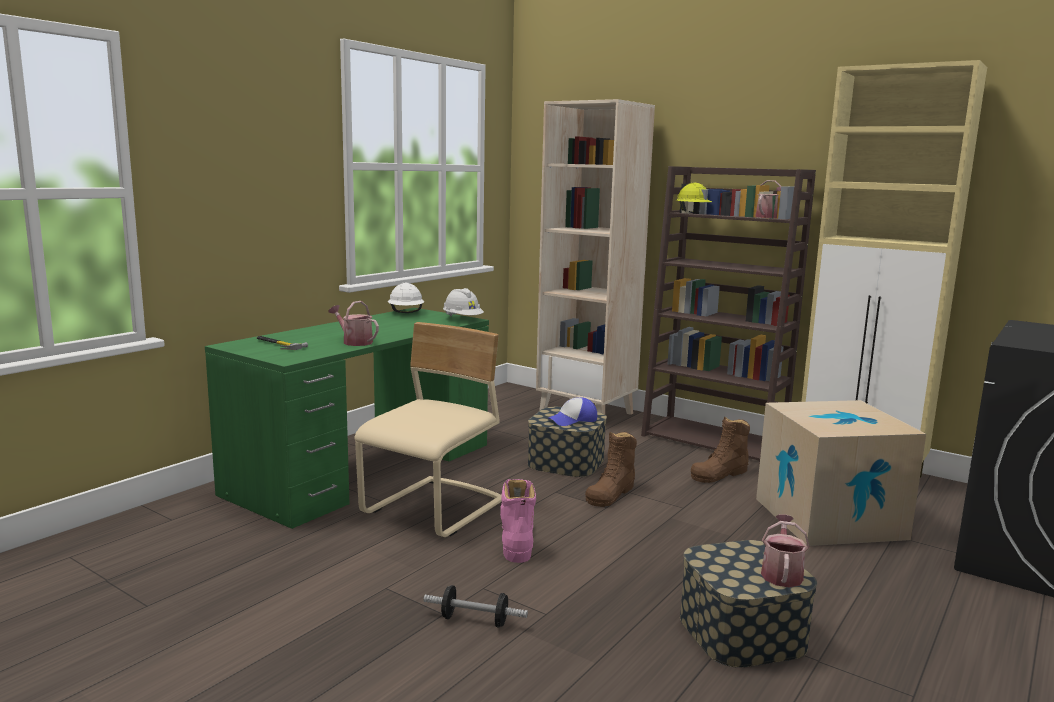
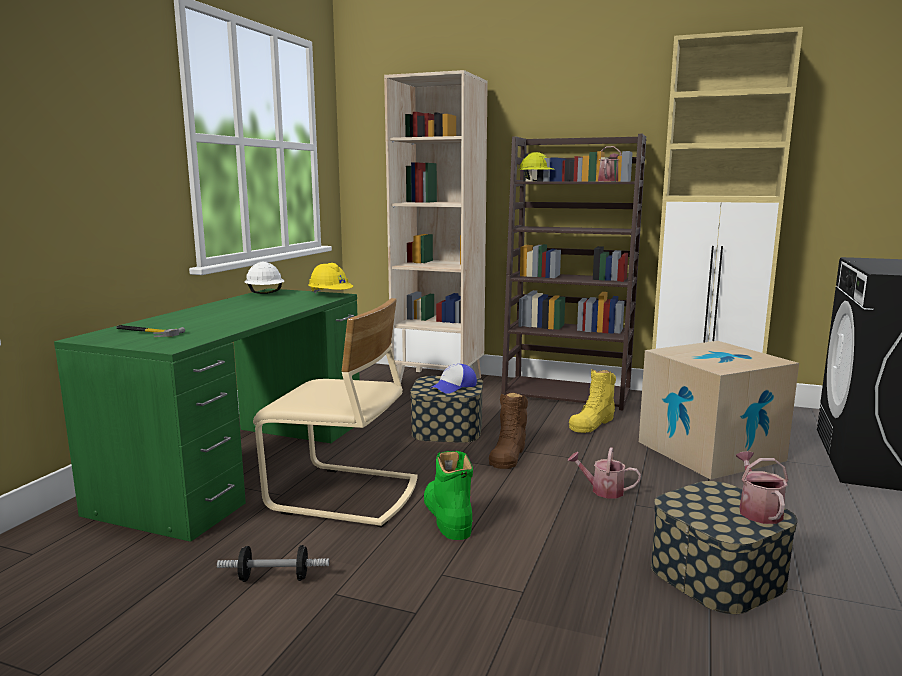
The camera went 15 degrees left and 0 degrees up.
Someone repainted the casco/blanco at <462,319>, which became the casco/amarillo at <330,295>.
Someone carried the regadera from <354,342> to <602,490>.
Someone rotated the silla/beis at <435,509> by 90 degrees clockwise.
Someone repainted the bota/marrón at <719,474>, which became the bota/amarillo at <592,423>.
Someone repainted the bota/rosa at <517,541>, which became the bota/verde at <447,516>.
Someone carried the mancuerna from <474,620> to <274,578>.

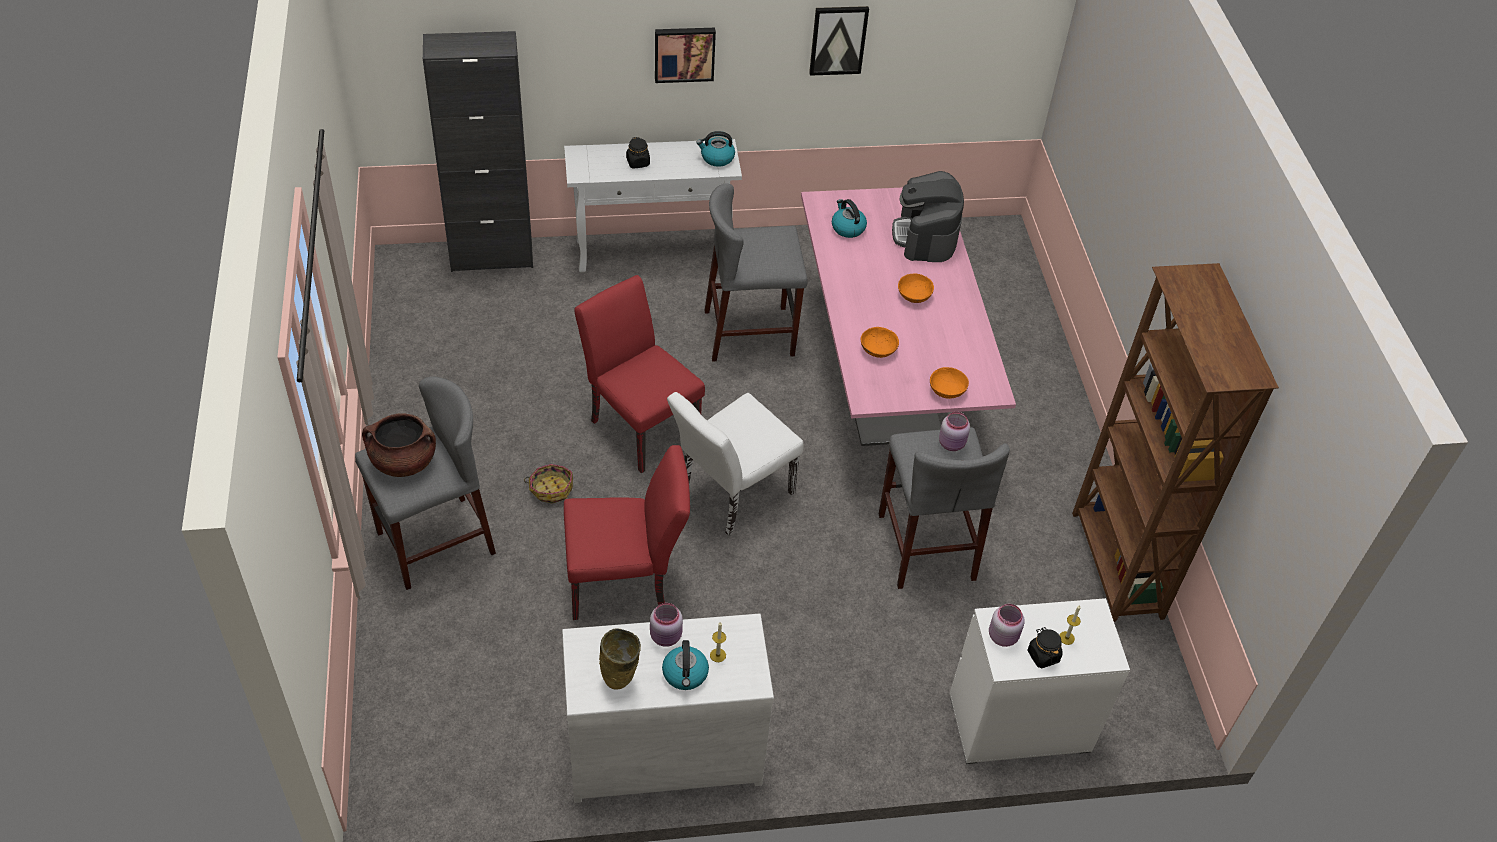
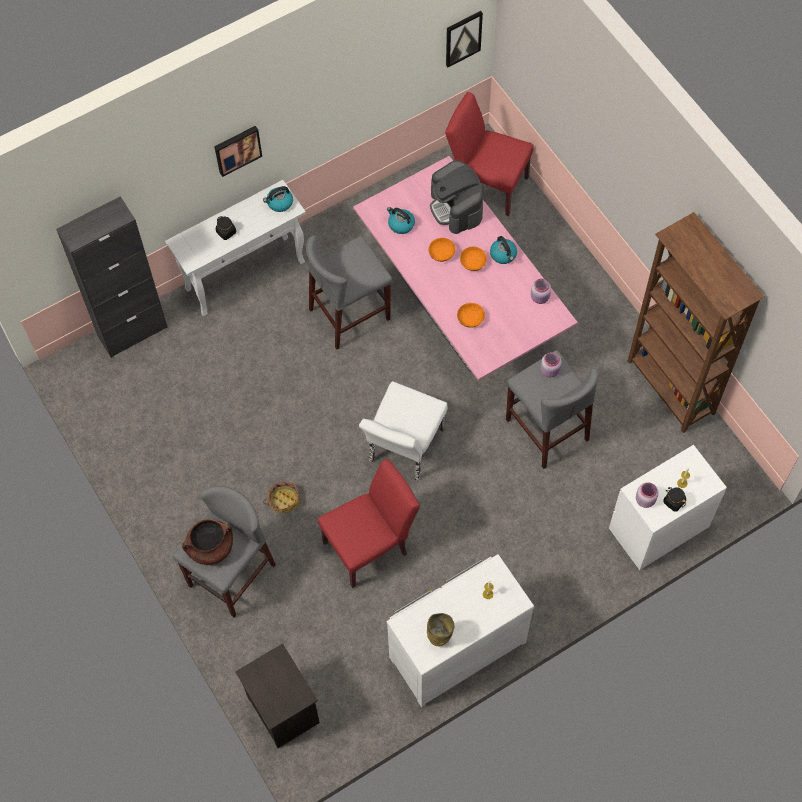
The camera went 20 degrees left and 15 degrees up.
Someone carried the cuadro from <838,40> to <463,38>.
Someone carried the silla/rojo from <639,424> to <486,184>.
Someone carried the cuenco/naranja from <947,390> to <442,254>.
Someone carried the tarro/rosa from <666,637> to <540,297>.
Someone carried the hervidor from <685,674> to <503,255>.
Someone put down the mesita de noche/negro at <281,709>.

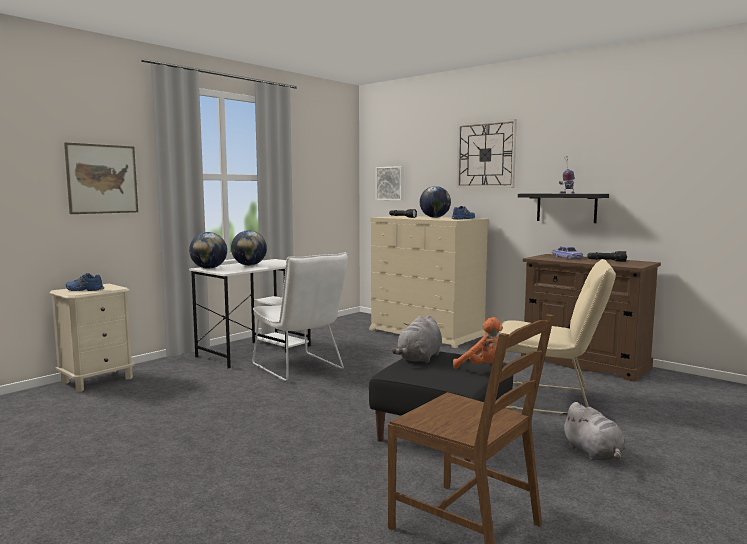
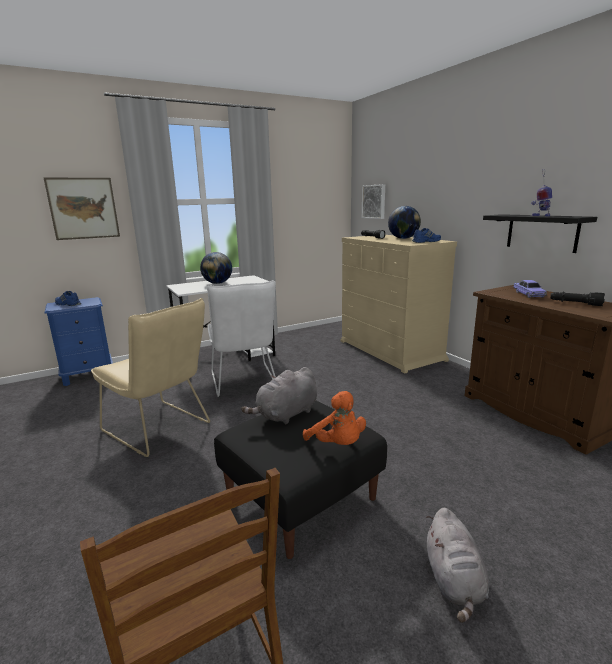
The camera went 20 degrees right and 10 degrees up.
Someone took away the reloj de pared at <486,155>.
Someone took away the globo terráqueo at <209,268>.
Someone carried the silla/beis from <550,399> to <160,429>.
Someone repainted the mesita de noche/beis at <97,380>, which became the mesita de noche/azul at <88,375>.

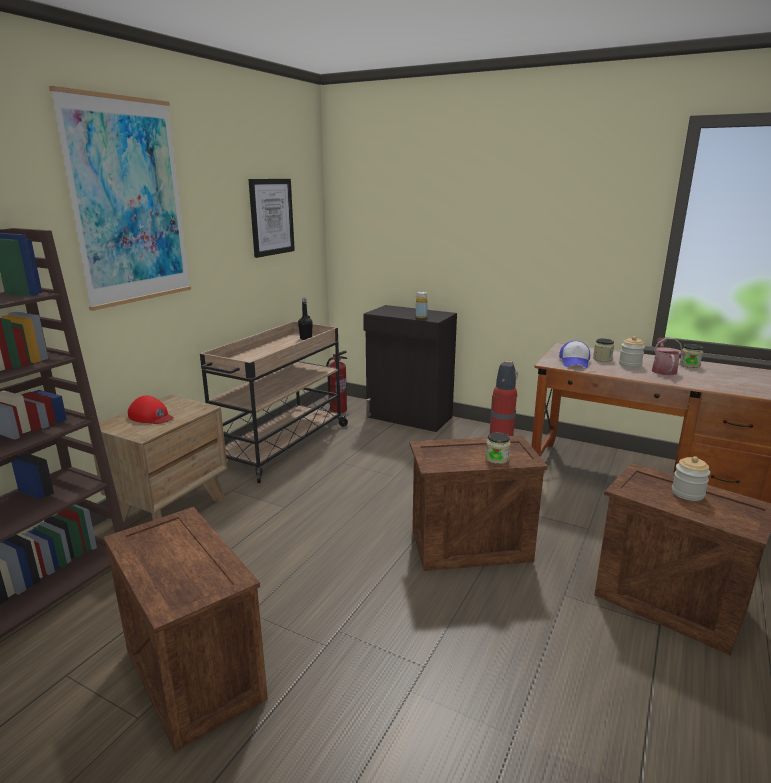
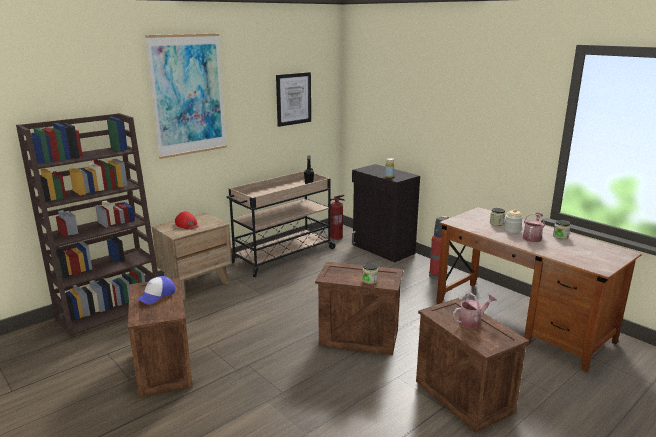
The camera went 20 degrees right and 0 degrees up.
Someone carried the gorra from <575,362> to <157,295>.
Someone swapped the tarro at <687,493> for the regadera at <472,321>.

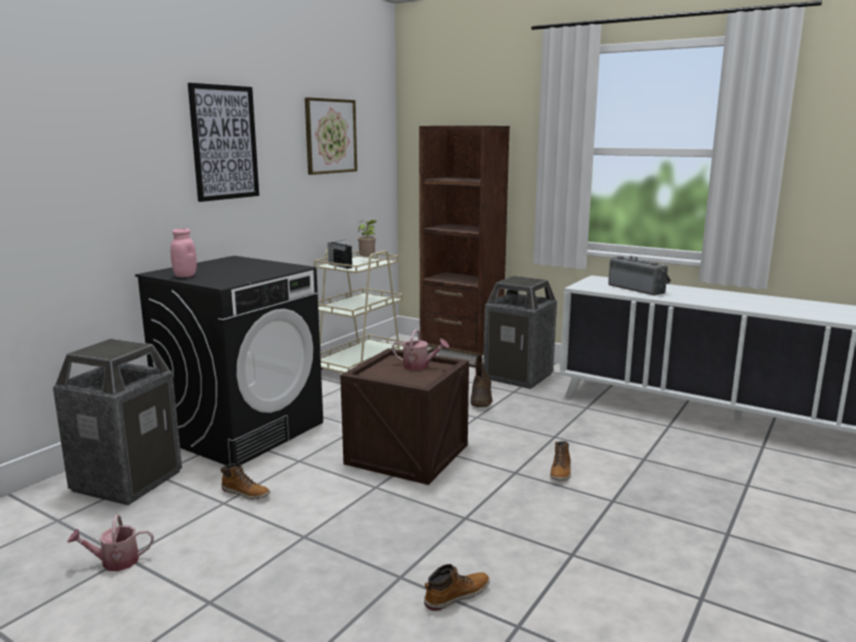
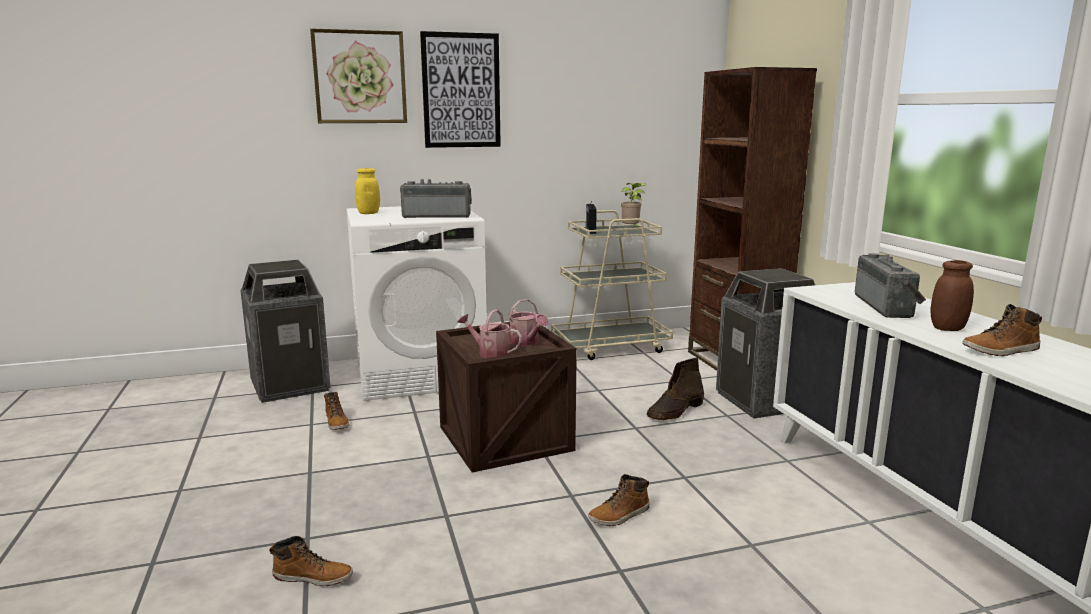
The camera went 40 degrees right and 0 degrees up.
Someone carried the cuadro from <330,136> to <360,77>.
Someone repainted the tarro/rosa at <185,276>, which became the tarro/amarillo at <368,213>.
Someone repainted the lavadora/negro at <242,430>, which became the lavadora/blanco at <420,373>.
Someone carried the regadera from <115,562> to <490,353>.
Someone put down the radio at <437,216>.
Someone put down the tarro/marrón at <947,328>.
Someone put down the bota at <1001,350>.

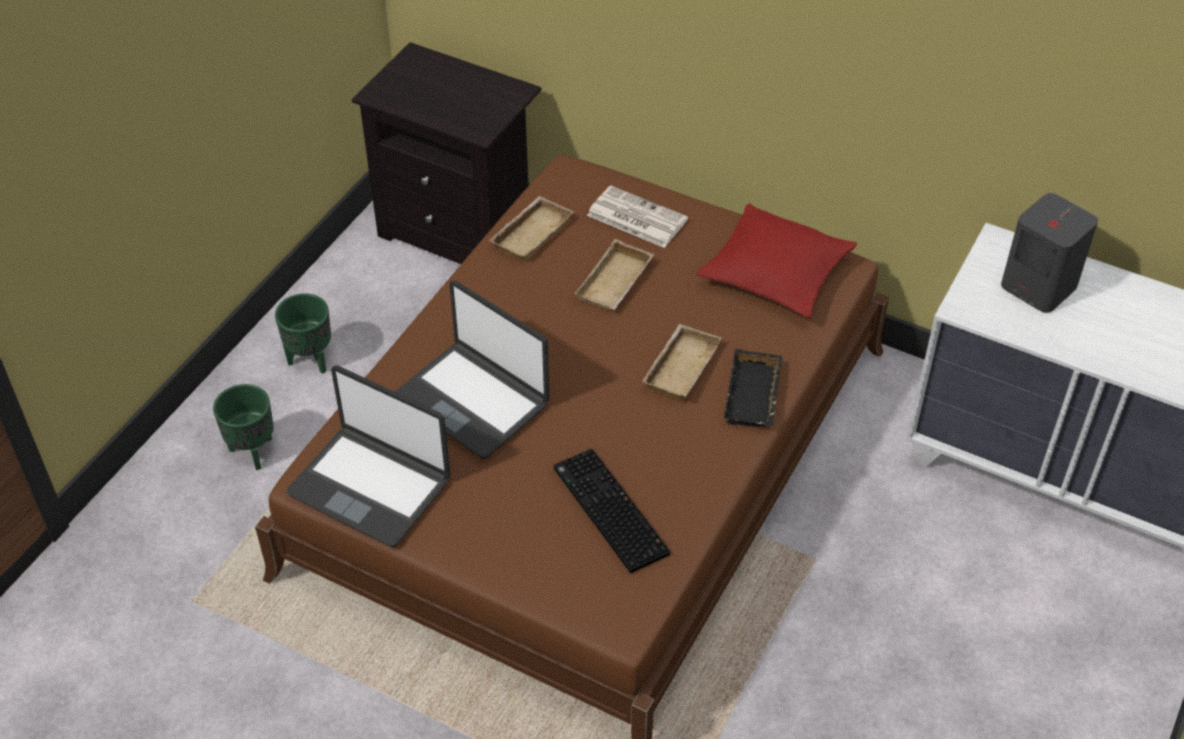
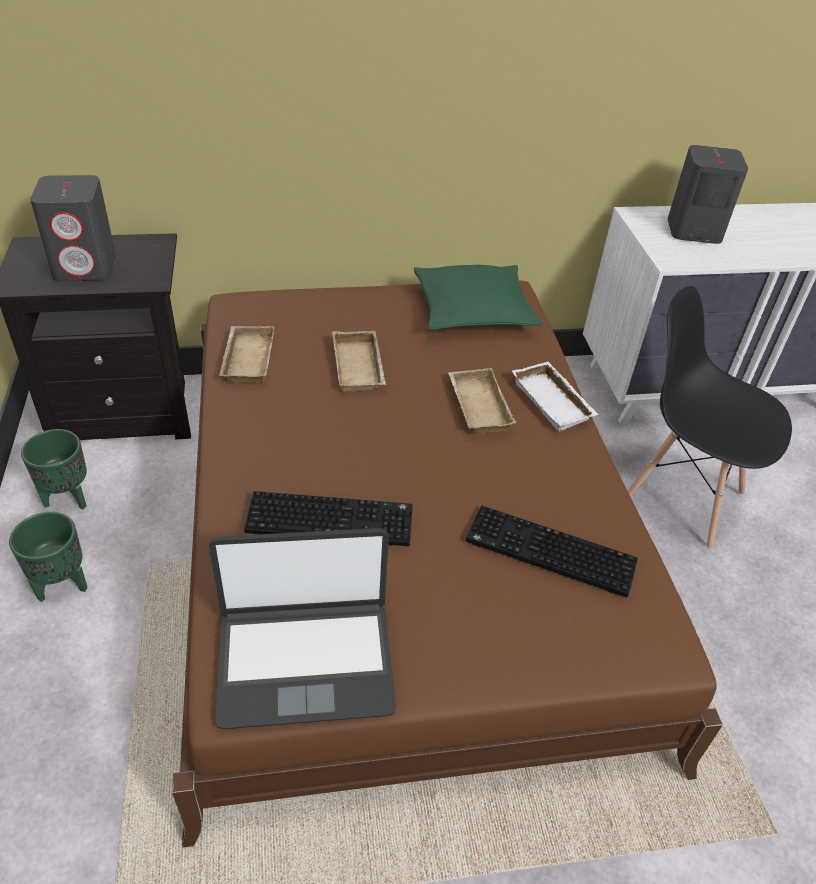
The camera went 40 degrees left and 5 degrees down.
Someone took away the periódico at <635,217>.
Someone repainted the cojín/rojo at <775,272>, which became the cojín/verde at <473,310>.
Someone swapped the portátil at <473,400> for the teclado at <332,518>.
Someone repainted the bandeja/negro at <755,396>, which became the bandeja/blanco at <554,401>.
Someone carried the maceta/verde from <253,452> to <68,499>.
Someone put down the altavoz/gris at <86,267>.
Someone put down the silla/negro at <681,496>.

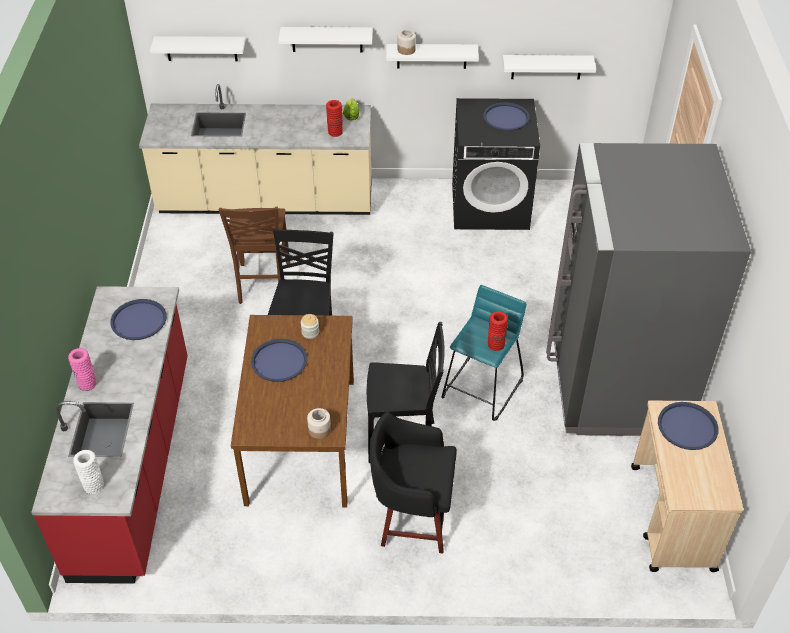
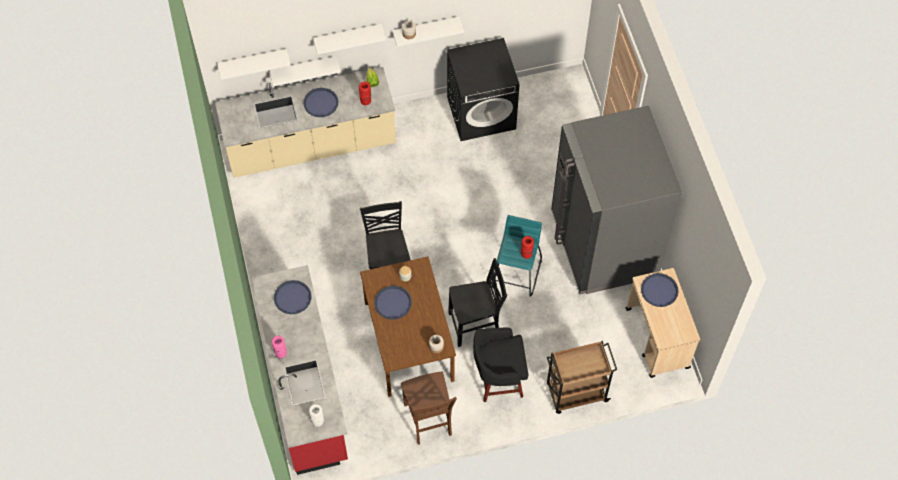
The camera went 15 degrees left and 15 degrees up.
Someone carried the estante/blanco from <546,67> to <304,68>.
Someone carried the bandeja/azul from <506,117> to <320,103>.
Someone carried the silla/marrón from <262,284> to <428,420>.
Someone put down the carrito/marrón at <575,393>.

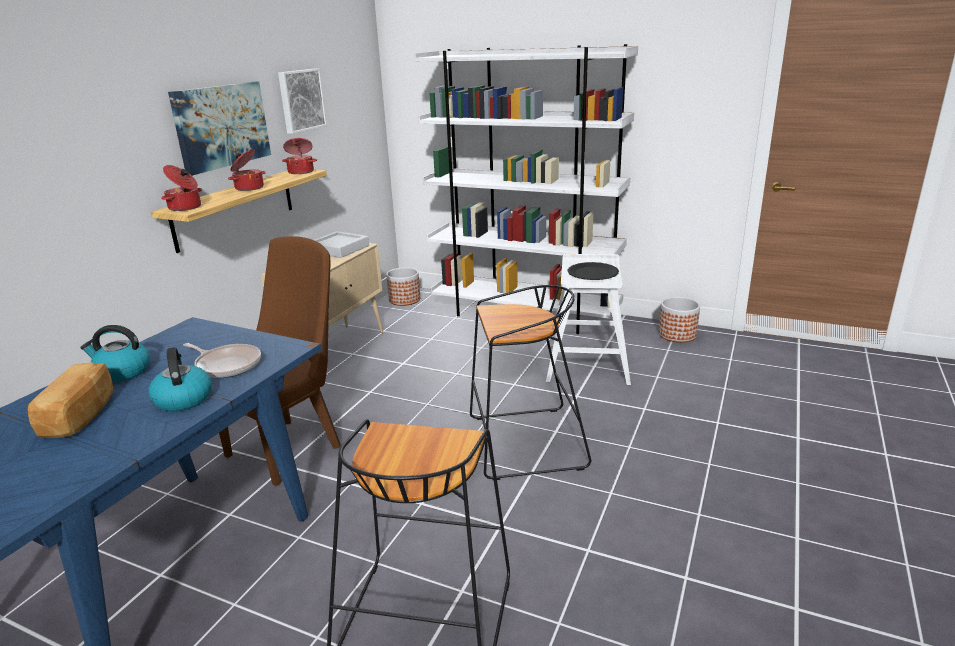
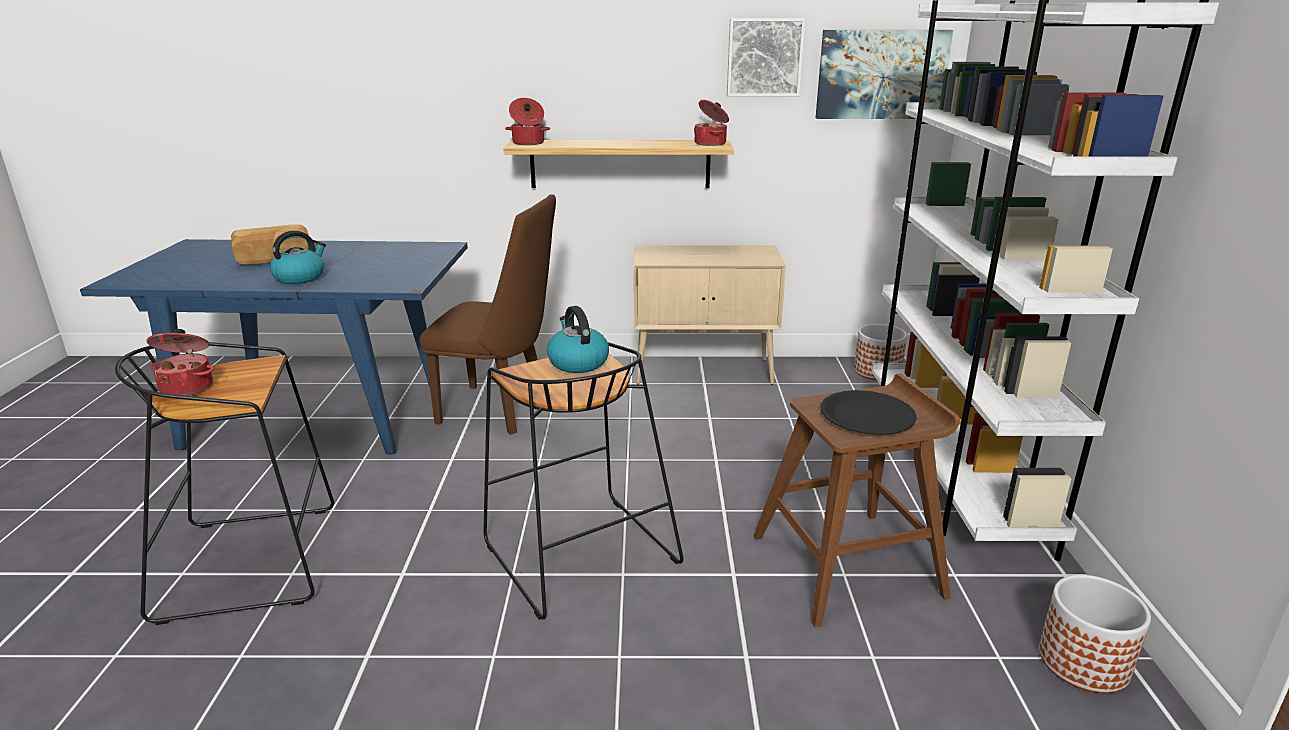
The camera went 65 degrees right and 0 degrees up.
Someone carried the cuadro from <221,126> to <881,74>.
Someone carried the olla from <249,188> to <188,387>.
Someone took away the bandeja/gris at <339,249>.
Someone repainted the taburete/blanco at <587,363>, which became the taburete/marrón at <848,565>.
Someone carried the hervidor from <122,372> to <577,362>.
Someone took away the sartén at <226,365>.

